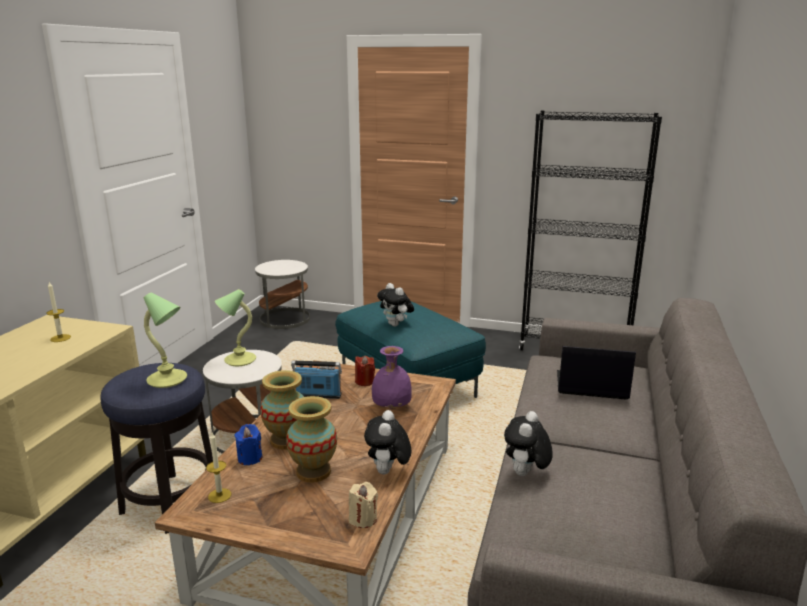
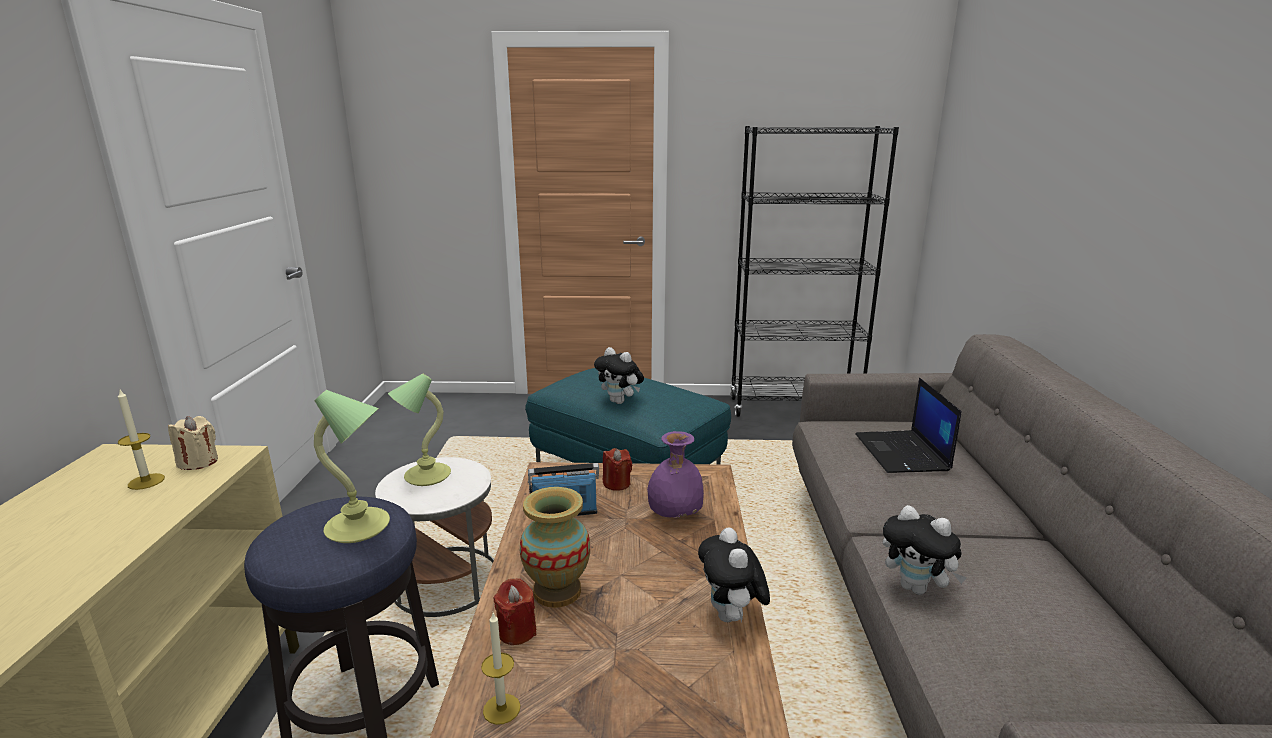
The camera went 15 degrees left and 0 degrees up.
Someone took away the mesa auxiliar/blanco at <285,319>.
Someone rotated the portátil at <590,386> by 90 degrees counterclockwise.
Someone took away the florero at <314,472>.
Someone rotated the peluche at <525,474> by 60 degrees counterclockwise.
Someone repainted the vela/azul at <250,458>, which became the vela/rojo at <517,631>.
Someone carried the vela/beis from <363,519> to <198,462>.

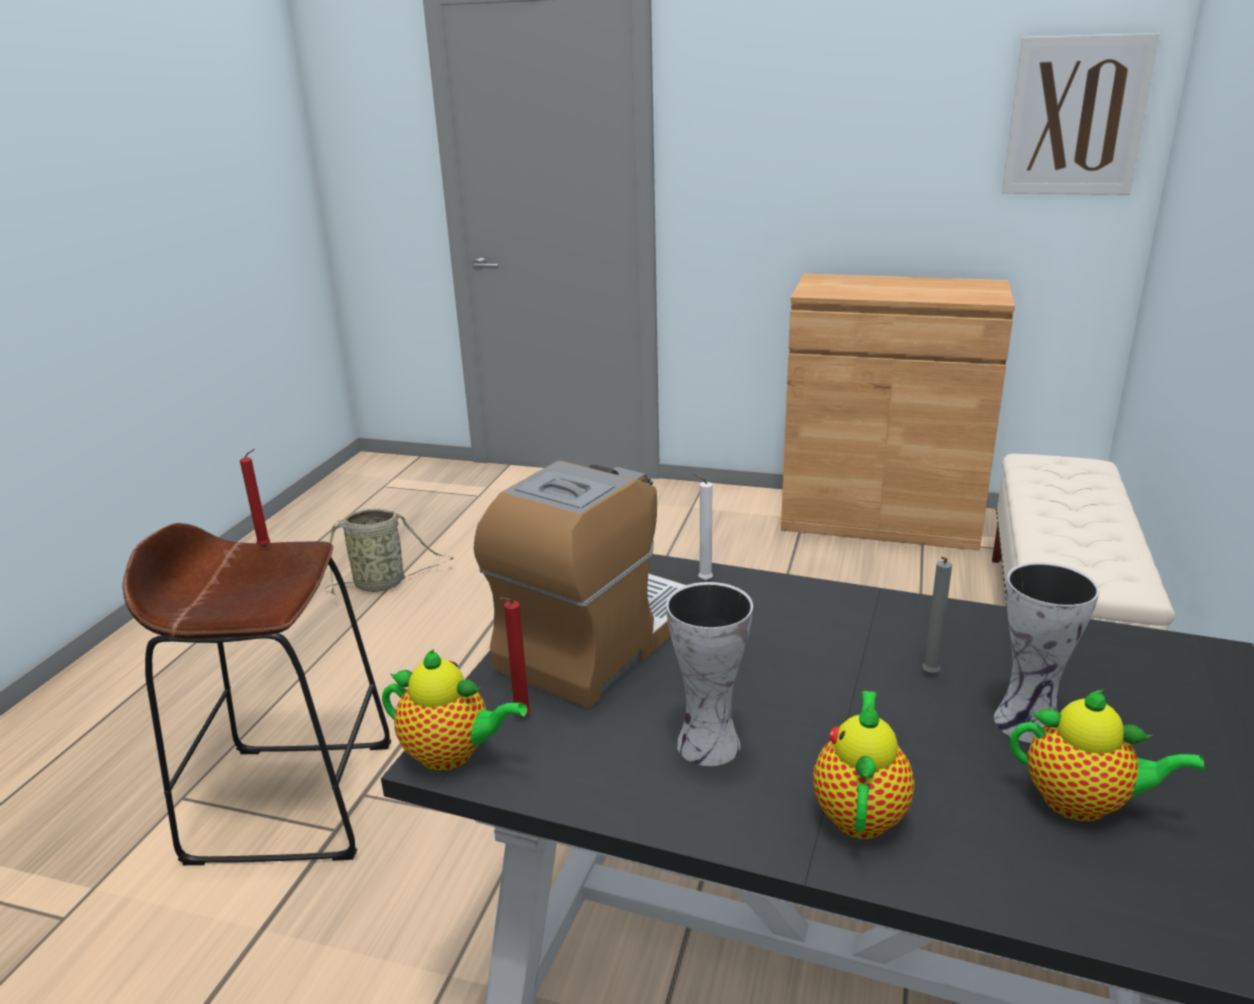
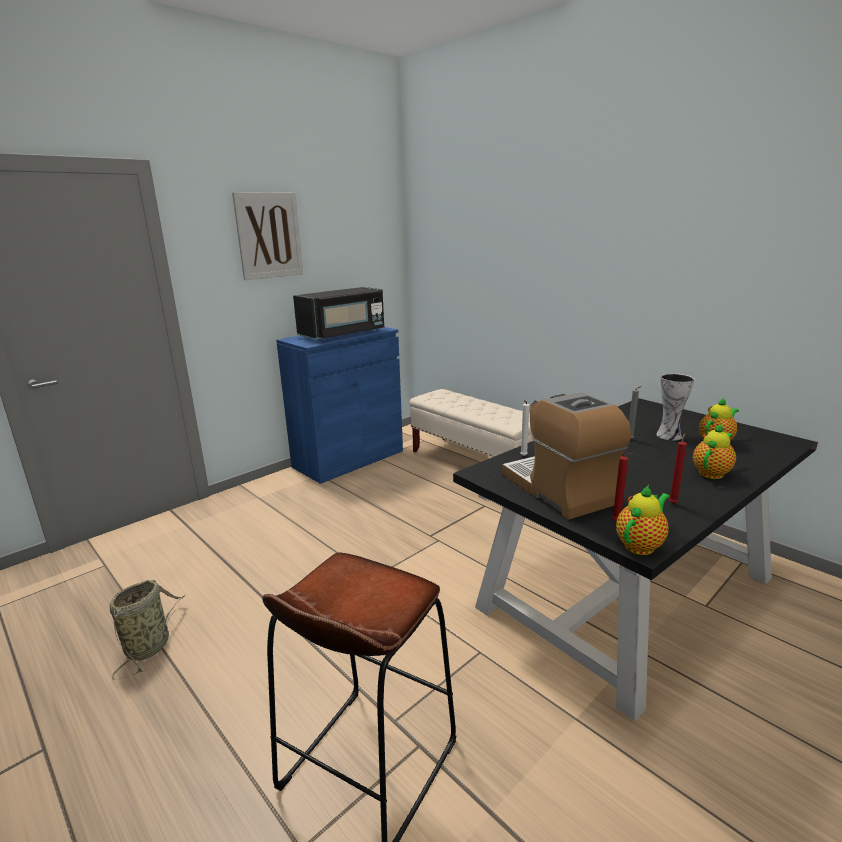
The camera went 60 degrees left and 5 degrees down.
Someone carried the cuadro from <1076,116> to <269,235>.
Someone repainted the armario/marrón at <880,519>, which became the armario/azul at <348,459>.
Someone carried the vela/rojo from <266,546> to <673,503>.
Someone took away the florero at <705,744>.
Someone rotated the tetera at <860,811> by 90 degrees clockwise.
Someone put down the microondas/negro at <343,334>.

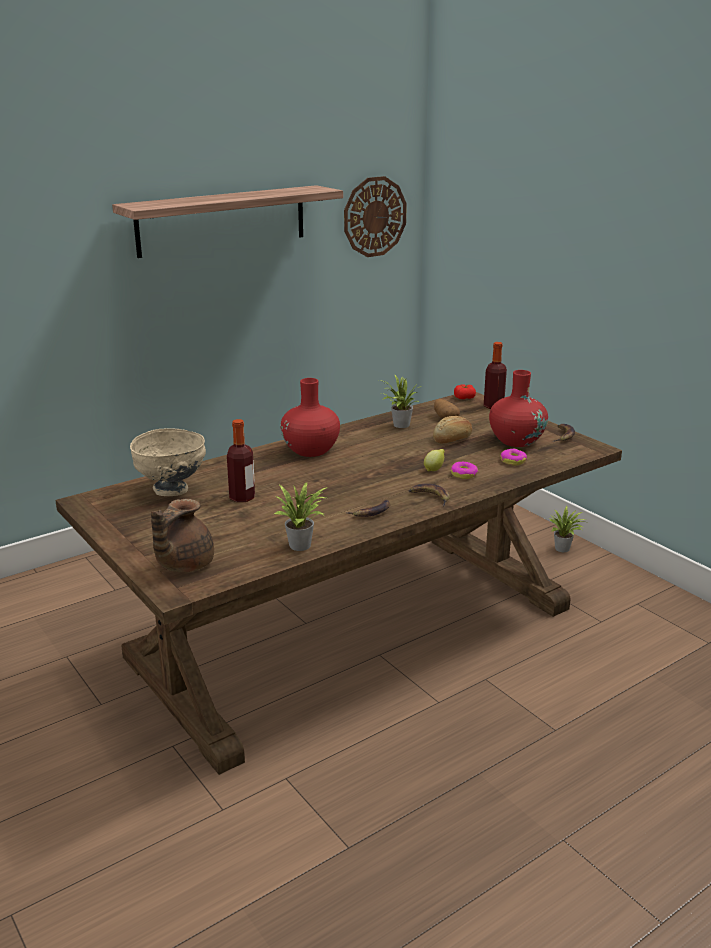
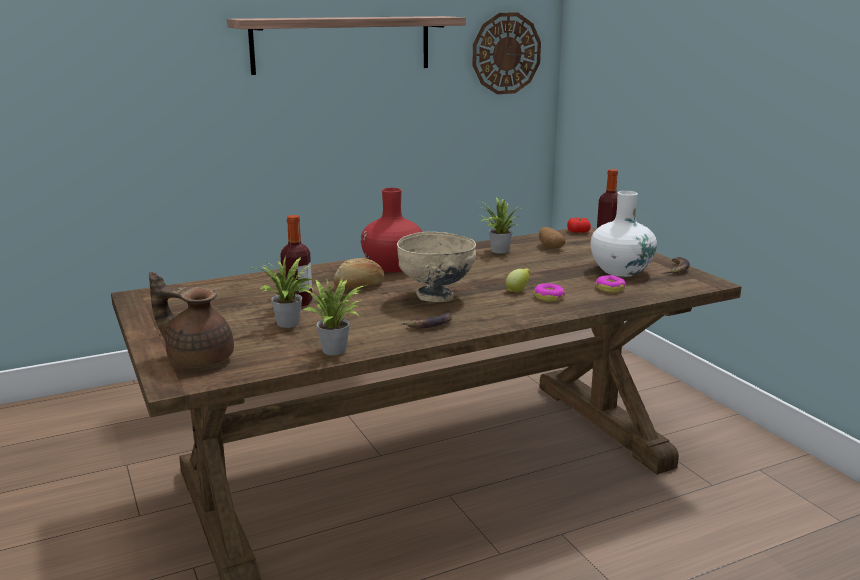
The camera went 10 degrees right and 5 degrees down.
Someone repainted the florero/rojo at <516,441>, which became the florero/blanco at <621,271>.
Someone carried the pan from <453,439> to <359,286>.
Someone carried the cuenco/beis from <171,490> to <435,297>.
Someone took away the plátano at <430,497>.
Someone rotated the tetera/marrón at <183,565> by 75 degrees clockwise.
Someone carried the planta en maceta from <564,549> to <289,324>.

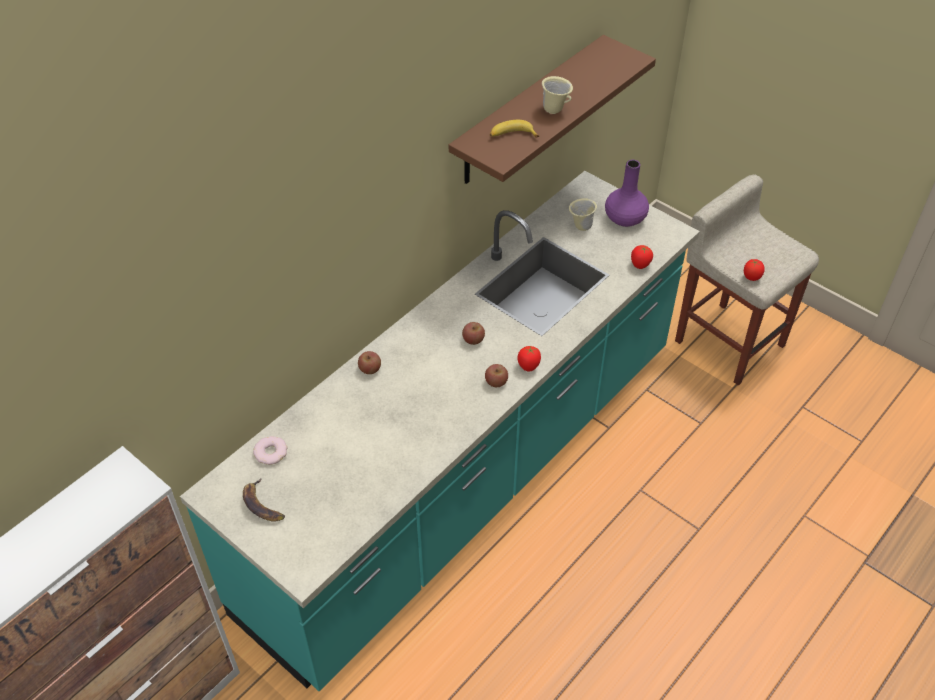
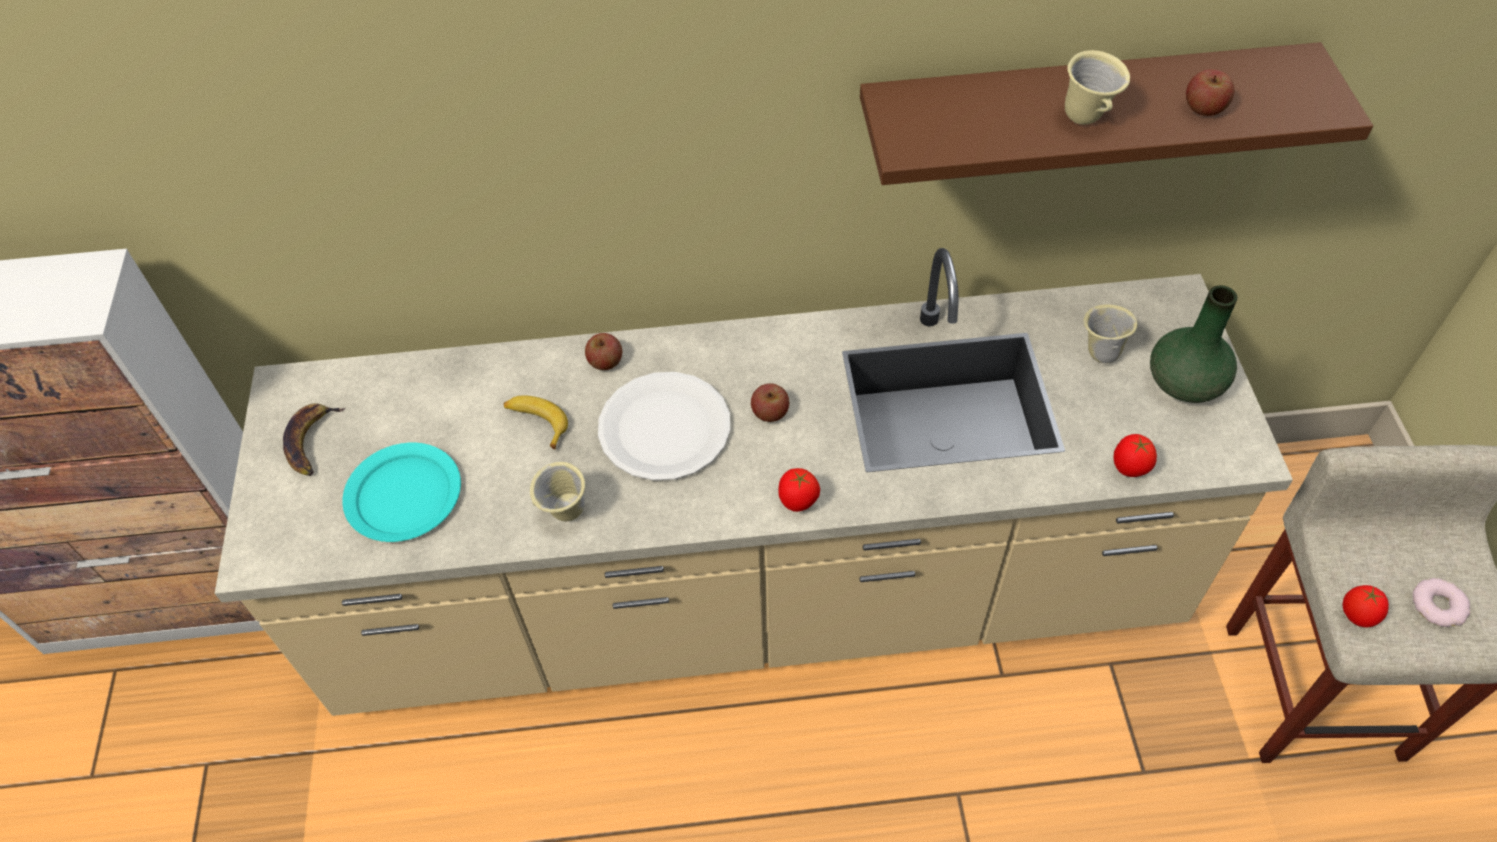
The camera went 45 degrees right and 5 degrees up.
Someone carried the plátano from <512,135> to <536,422>.
Someone repainted the florero/morado at <625,219>, which became the florero/verde at <1185,384>.
Someone repainted the mueble bajo de cocina/turquesa at <467,477>, which became the mueble bajo de cocina/beis at <756,599>.
Someone carried the manzana from <496,382> to <1204,108>.
Someone carried the rosquilla from <271,452> to <1438,605>.
Someone put down the plato/blanco at <664,428>.
Someone put down the plato/turquesa at <403,494>.
Someone put down the taza grande/beis at <565,514>.

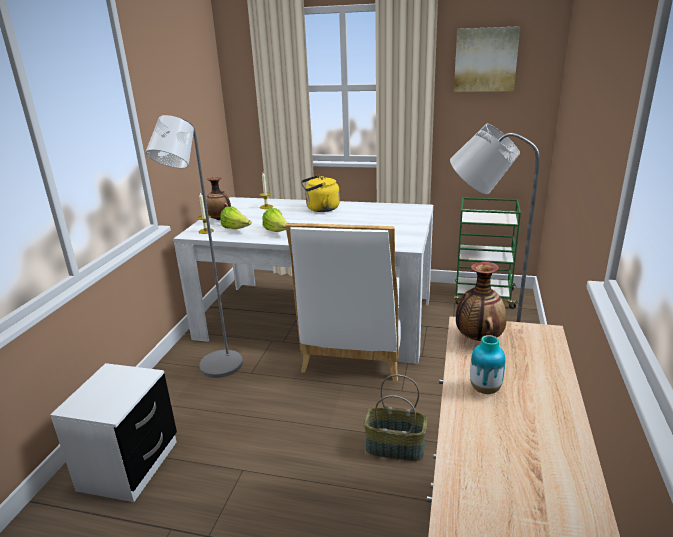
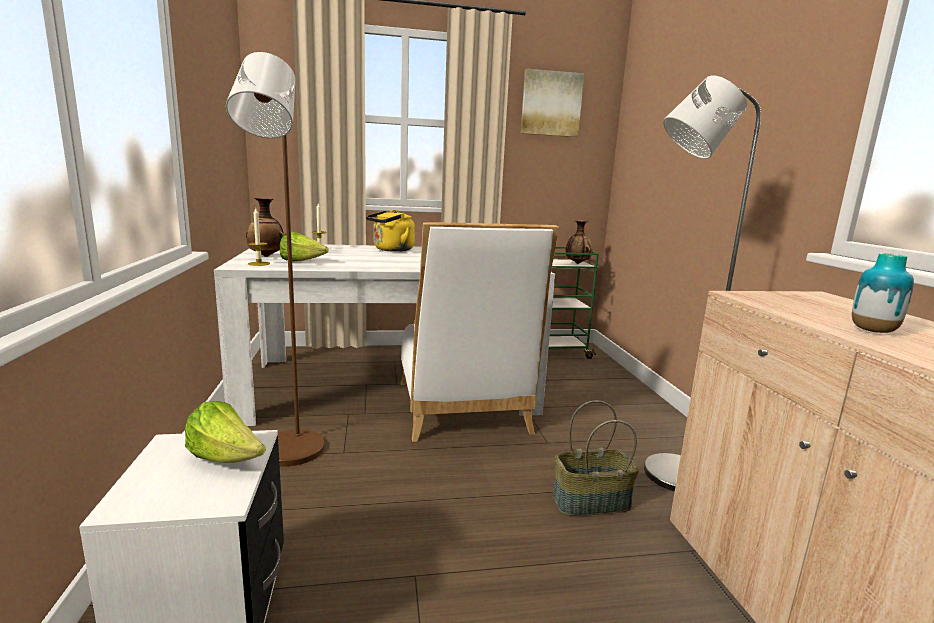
The camera went 25 degrees left and 10 degrees down.
Someone repainted the lámpara de pie/gris at <216,369>, which became the lámpara de pie/marrón at <288,456>.
Someone carried the lechuga from <277,231> to <226,459>.
Someone carried the florero from <478,338> to <577,263>.

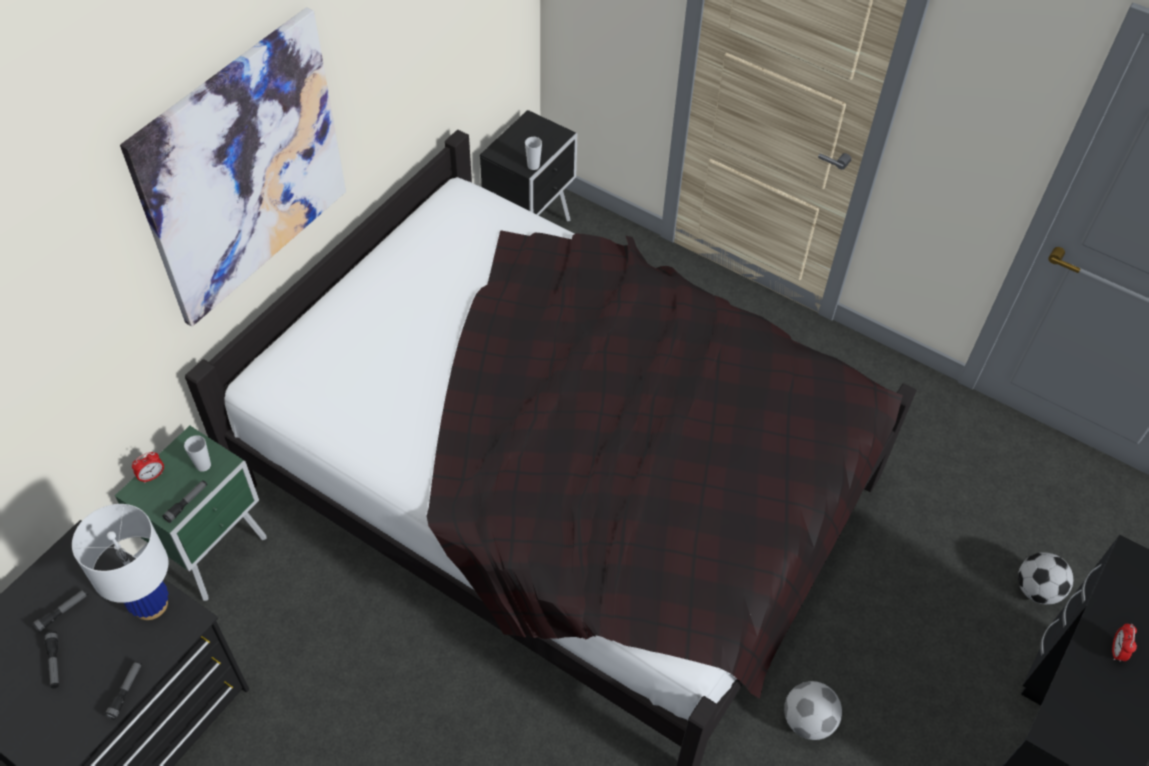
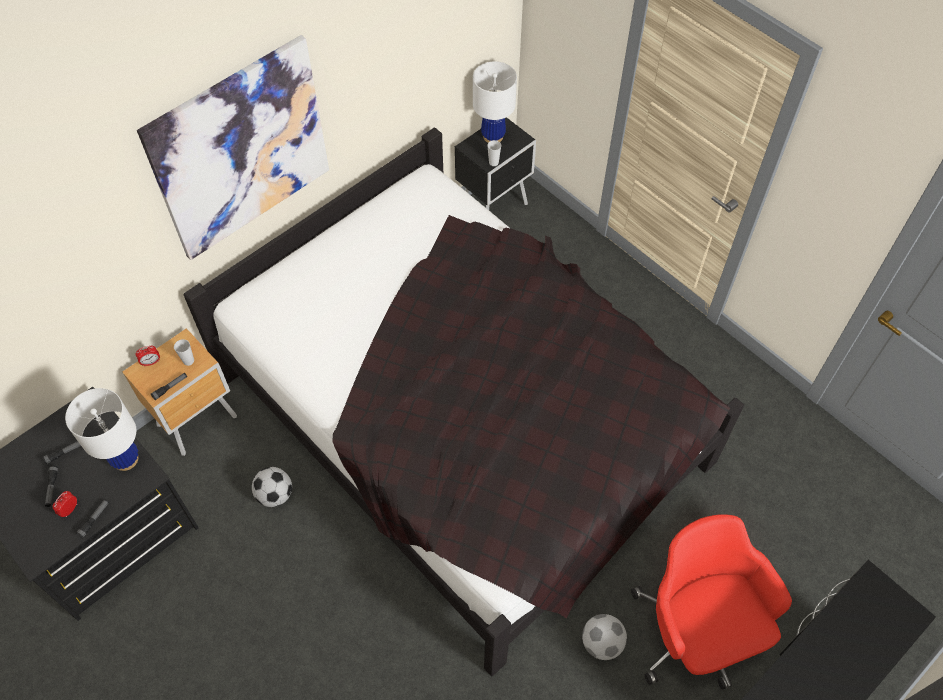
The camera went 15 degrees right and 5 degrees up.
Someone repainted the mesita de noche/verde at <217,552>, which became the mesita de noche/marrón at <199,421>.
Someone carried the balón de fútbol from <1036,590> to <275,495>.
Someone carried the despertador from <1117,651> to <70,510>.
Someone put down the lámpara de mesa/blanco at <493,136>.
Someone put down the silla de oficina/rojo at <695,632>.

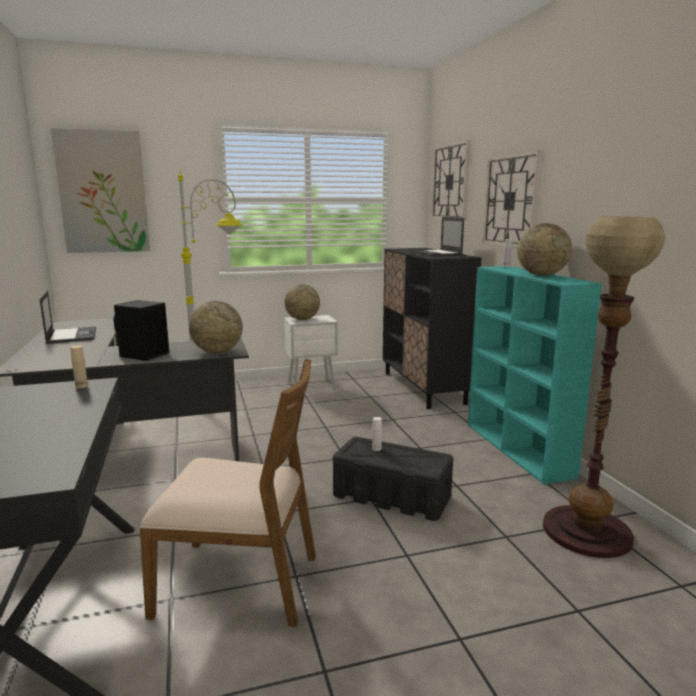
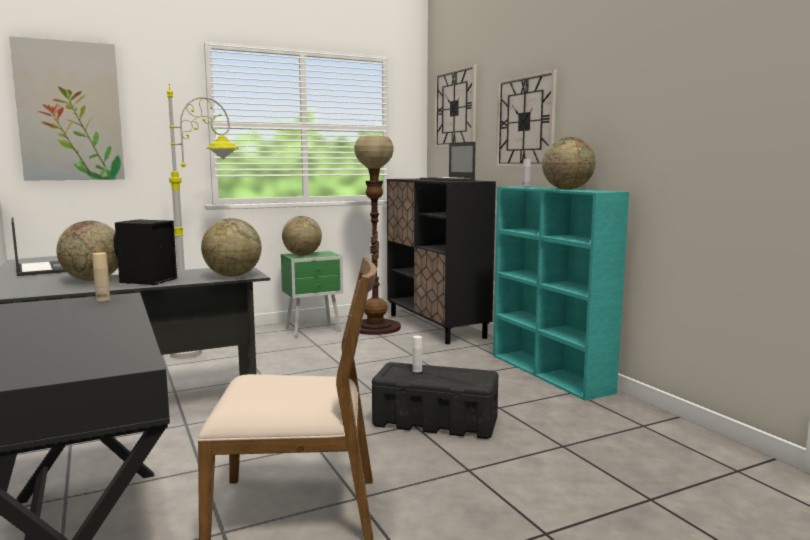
The camera went 10 degrees left and 5 degrees down.
Someone carried the lámpara de pie from <586,531> to <375,327>.
Someone repainted the mesita de noche/blanco at <312,386>, which became the mesita de noche/verde at <314,330>.
Someone put down the globo terráqueo at <93,279>.

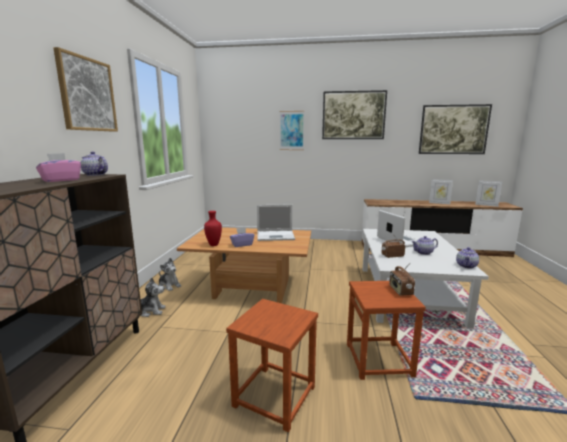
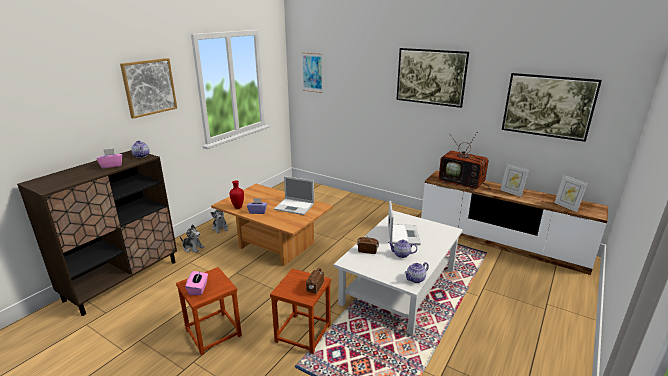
The camera went 25 degrees right and 10 degrees up.
Someone carried the cuadro from <291,130> to <312,72>.
Someone put down the televisor at <463,183>.
Someone put down the caja de pañuelos/rosa at <198,289>.

